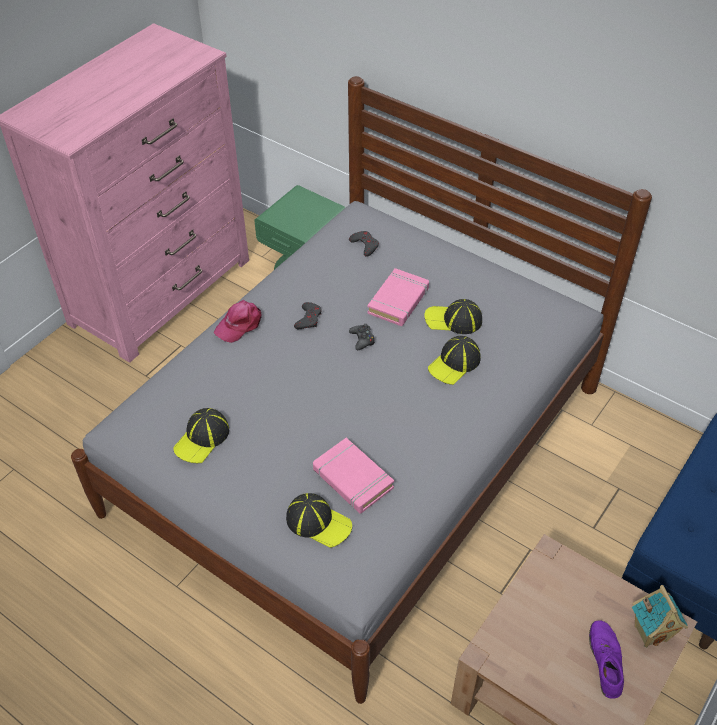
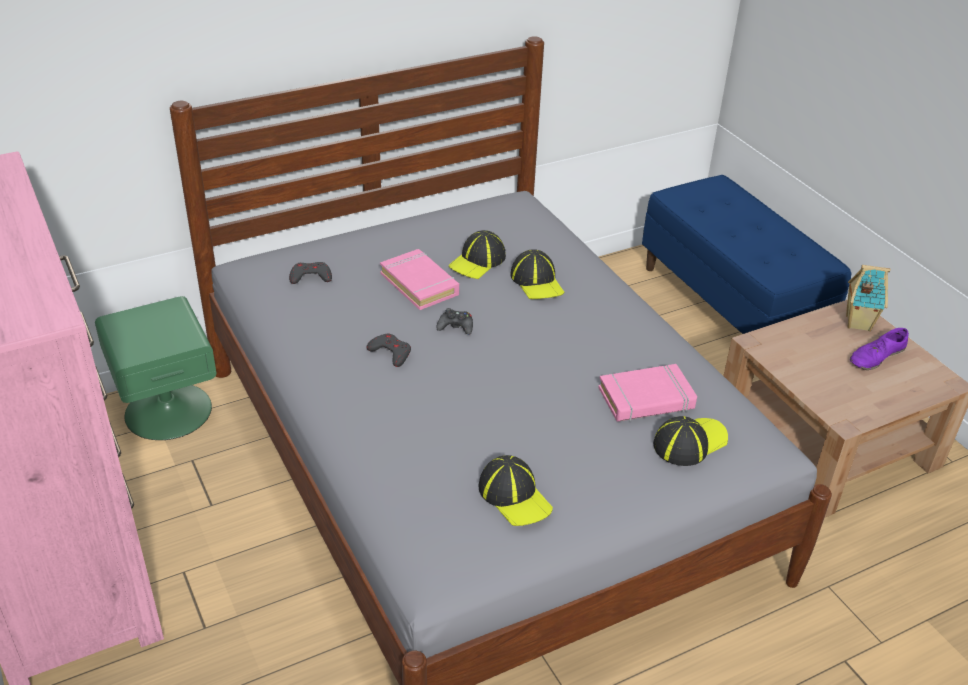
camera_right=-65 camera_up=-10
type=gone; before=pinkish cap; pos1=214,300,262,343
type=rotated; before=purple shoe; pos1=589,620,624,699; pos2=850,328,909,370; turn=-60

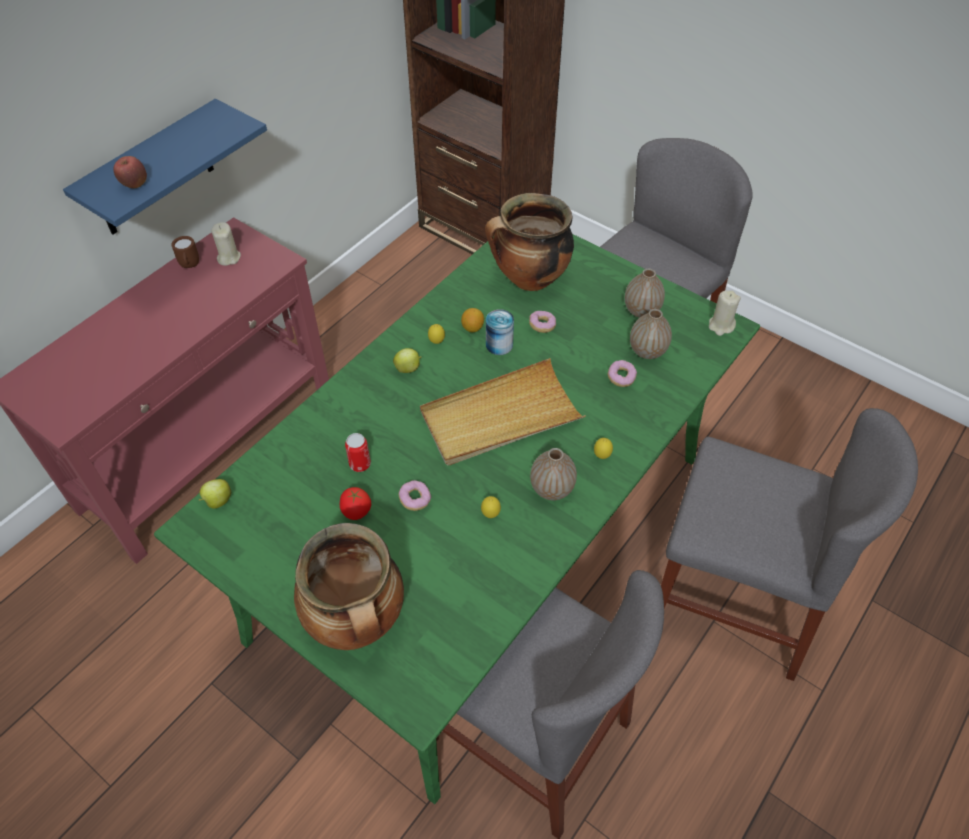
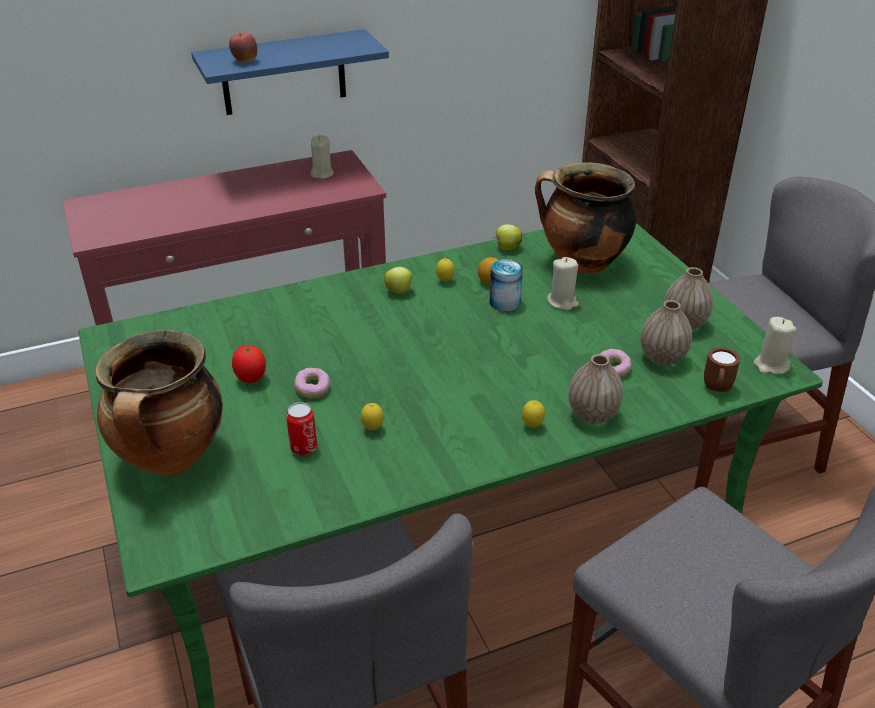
camera_right=30 camera_up=-15
type=shifted; before=brownish coffee mug; pos1=171,236,199,268; pos2=704,347,740,392
type=shifted; before=apple fruit; pos1=199,479,231,508; pos2=493,224,522,250
type=shifted; before=metal can; pos1=345,433,371,472; pos2=286,402,317,455
type=gone; before=beige carrying tray; pos1=420,358,586,465
type=swapped; before=doughnut; after=beige wax light; pos1=529,311,556,333; pos2=547,257,579,310
type=shifted; before=vase; pos1=530,448,577,500; pos2=568,354,623,424

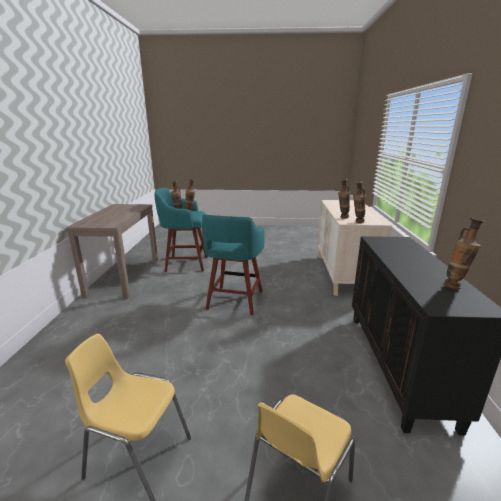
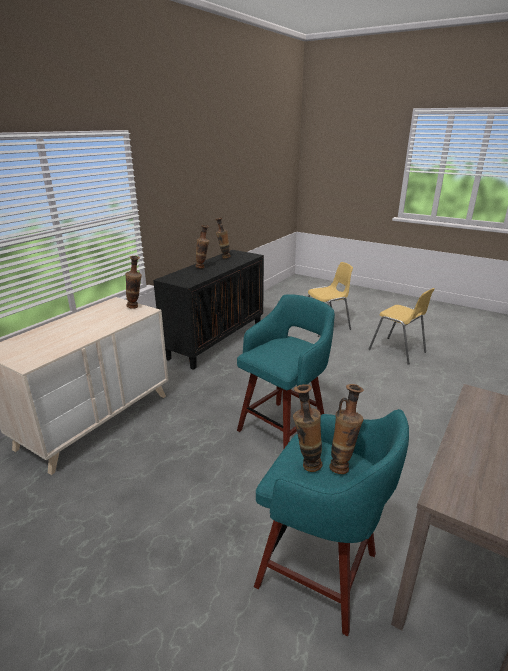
camera_right=-150 camera_up=5
type=shifted; before=vase; pos1=338,179,350,219; pos2=195,225,209,268

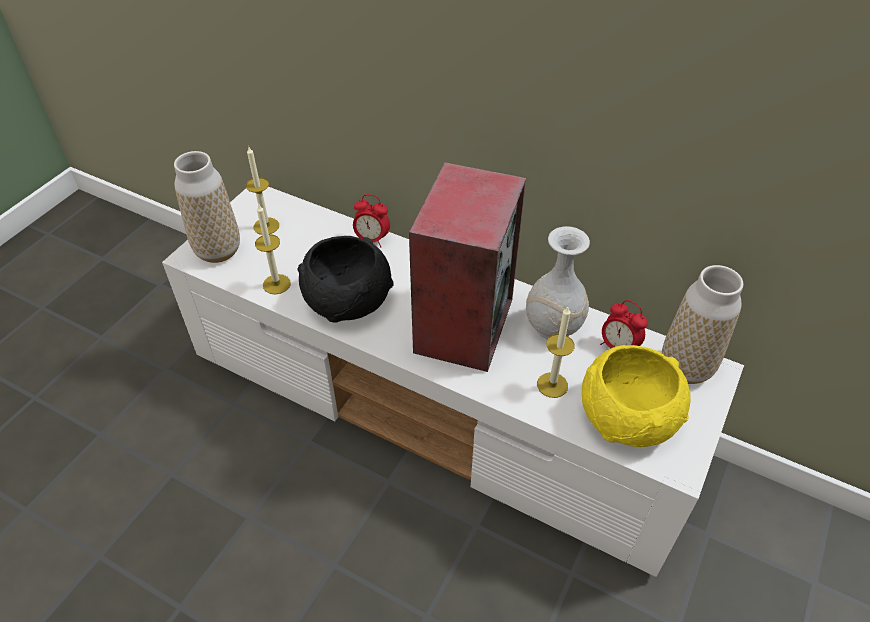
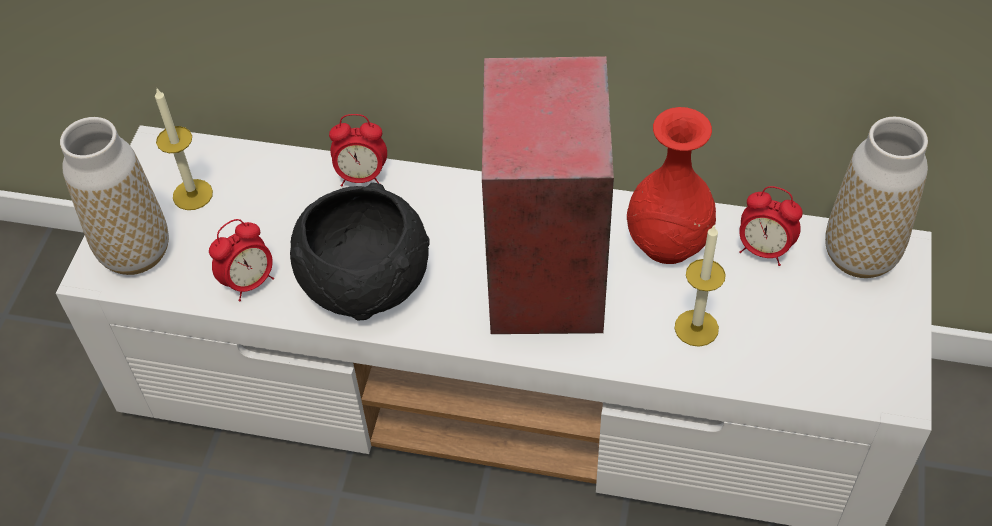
camera_right=-15 camera_up=5
type=swapped; before=wax light; after=alarm clock; pos1=255,205,291,294; pos2=209,219,274,302
type=repainted; before=white vase; after=reddish vase; pos1=526,226,590,339; pos2=627,107,716,264
type=gone; before=yellow-coloured serving bowl; pos1=582,345,691,447

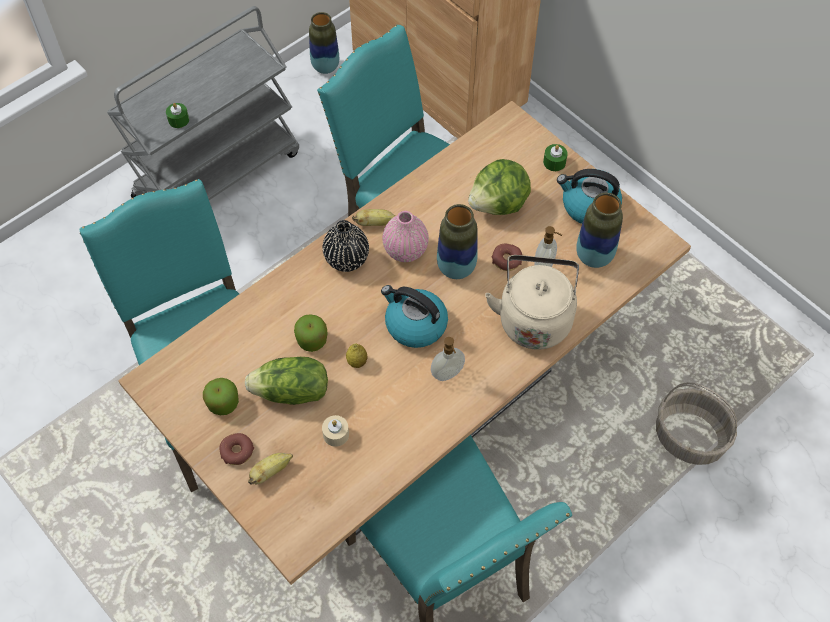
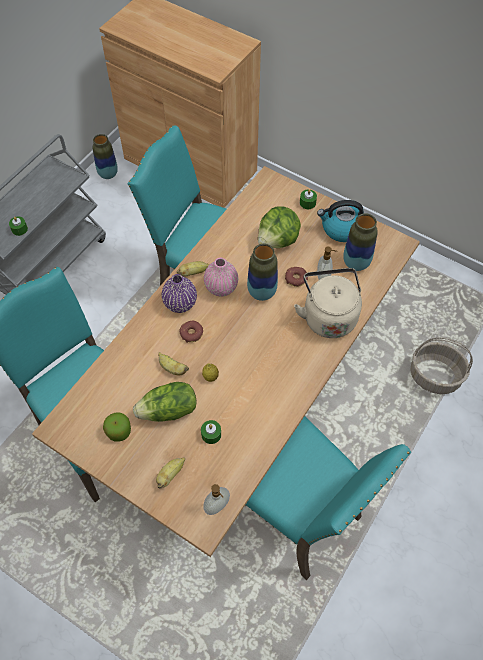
camera_right=-15 camera_up=0
type=shifted; before=doughnut; pos1=220,433,254,465; pos2=180,321,203,343
type=swapped; before=apple fruit; after=banana; pos1=294,314,328,352; pos2=158,352,189,375
type=repainted; before=black vase; after=purple vase; pos1=322,220,369,272; pos2=162,274,197,313
type=repainted; before=beige wax light; after=greenish wax light; pos1=322,415,349,447; pos2=201,420,221,444
type=gone; before=tea kettle; pos1=381,285,448,348
type=shifted; before=soap bottle; pos1=431,337,465,381; pos2=203,484,230,515

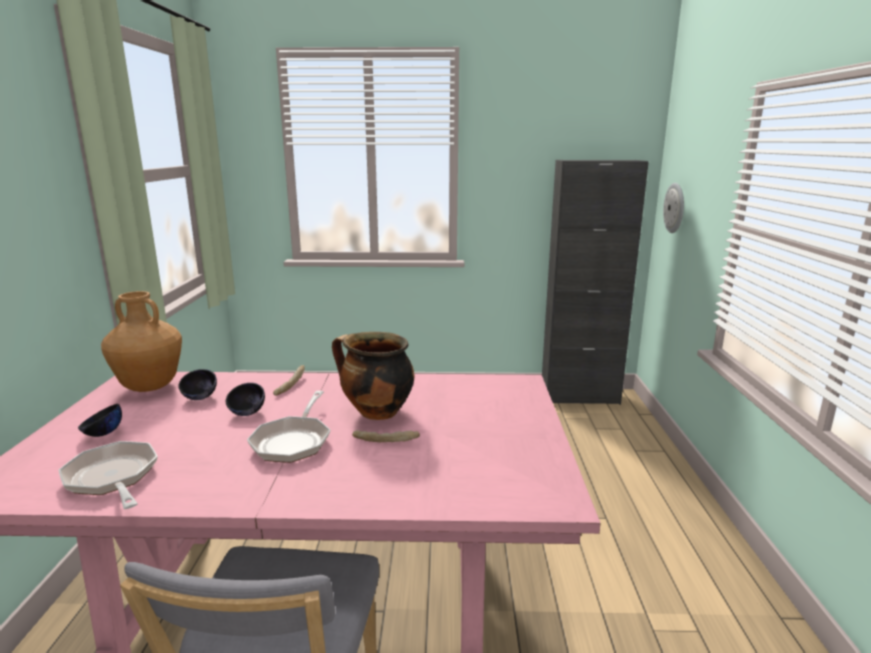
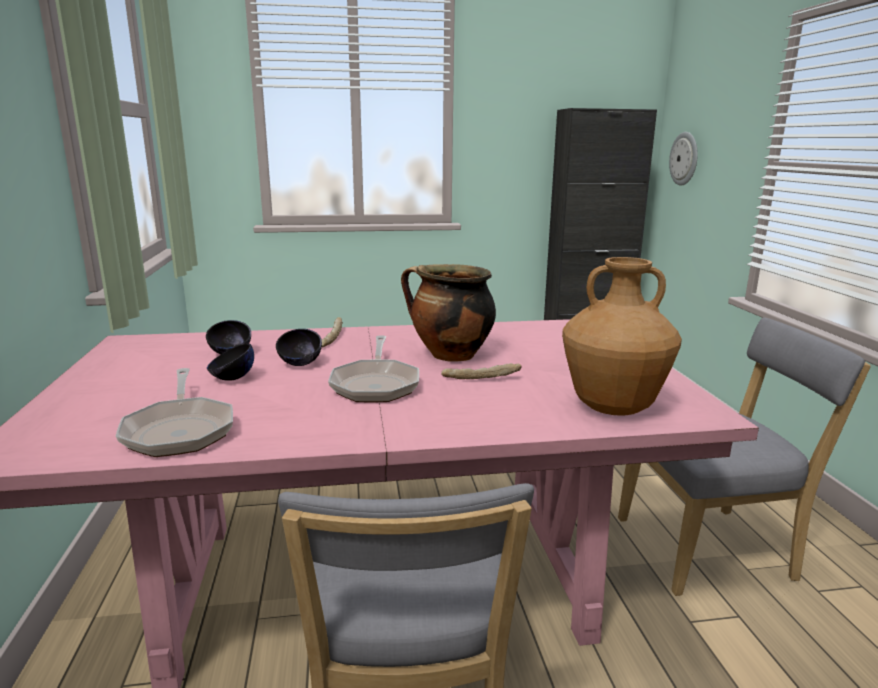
camera_right=-10 camera_up=0
type=rotated; before=skillet; pos1=59,441,157,509; pos2=116,368,233,457; turn=-150
type=shifted; before=black serving bowl; pos1=78,404,122,437; pos2=207,343,254,381
type=shifted; before=brownish vase; pos1=101,291,182,392; pos2=562,257,682,416
type=new; after=gray plain chair; pos2=618,317,871,596

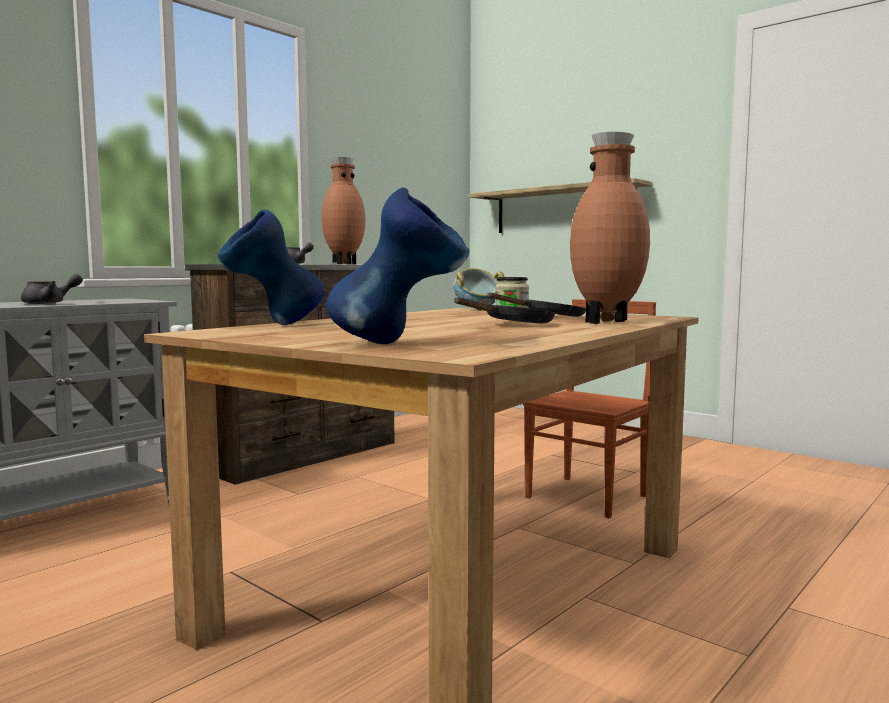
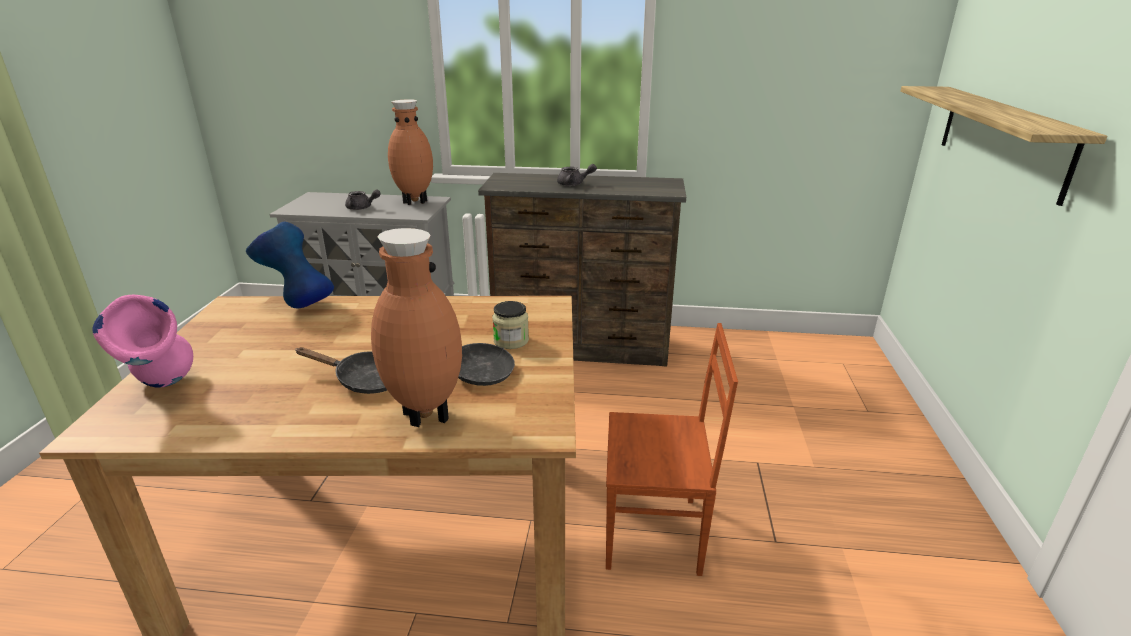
camera_right=55 camera_up=20
type=shifted; before=brownish vase; pos1=322,157,365,264; pos2=388,99,433,205
type=repainted; before=blue vase; after=pinkish vase; pos1=326,187,469,344; pos2=93,295,193,388
type=gone; before=serving bowl; pos1=453,268,504,311

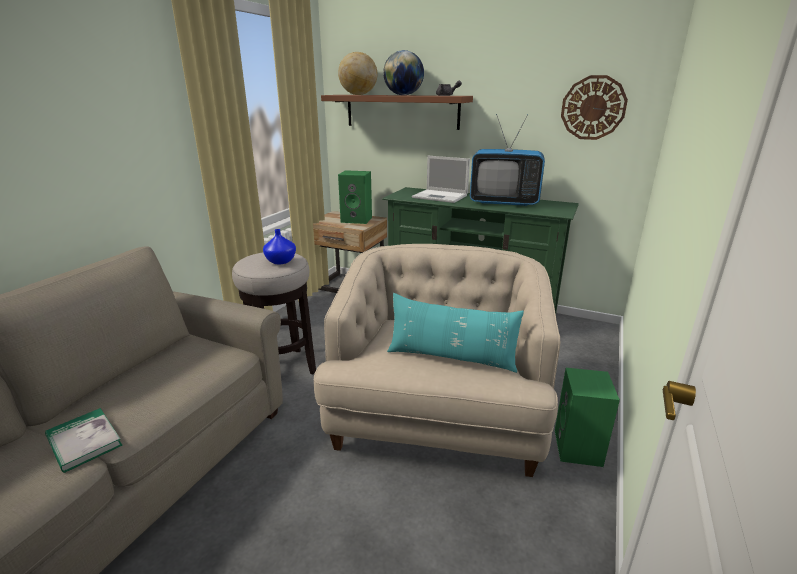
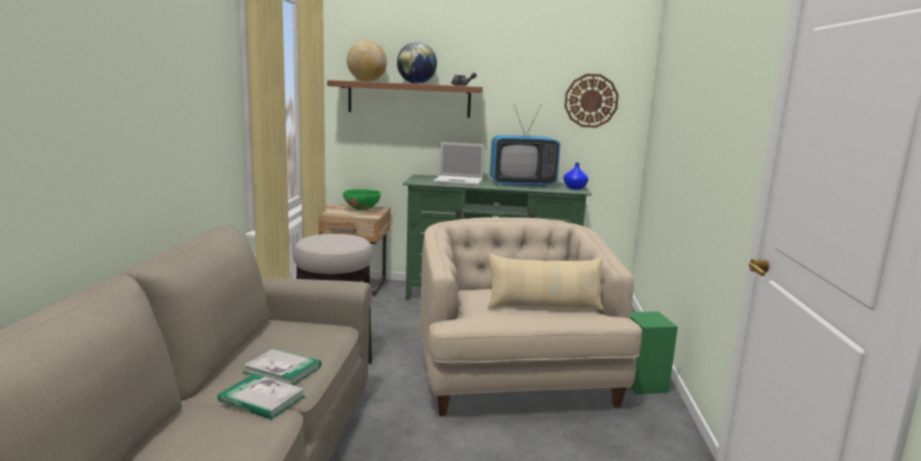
camera_right=-20 camera_up=-10
type=shifted; before=blue vase; pos1=263,229,296,264; pos2=564,163,589,190
type=swapped; before=greenish speaker; after=greenish serving bowl; pos1=338,170,372,224; pos2=343,189,381,211
type=repainted; before=blue-green pillow; after=beige pillow; pos1=387,293,524,373; pos2=488,253,604,311
type=new; after=bound book; pos2=243,348,321,385

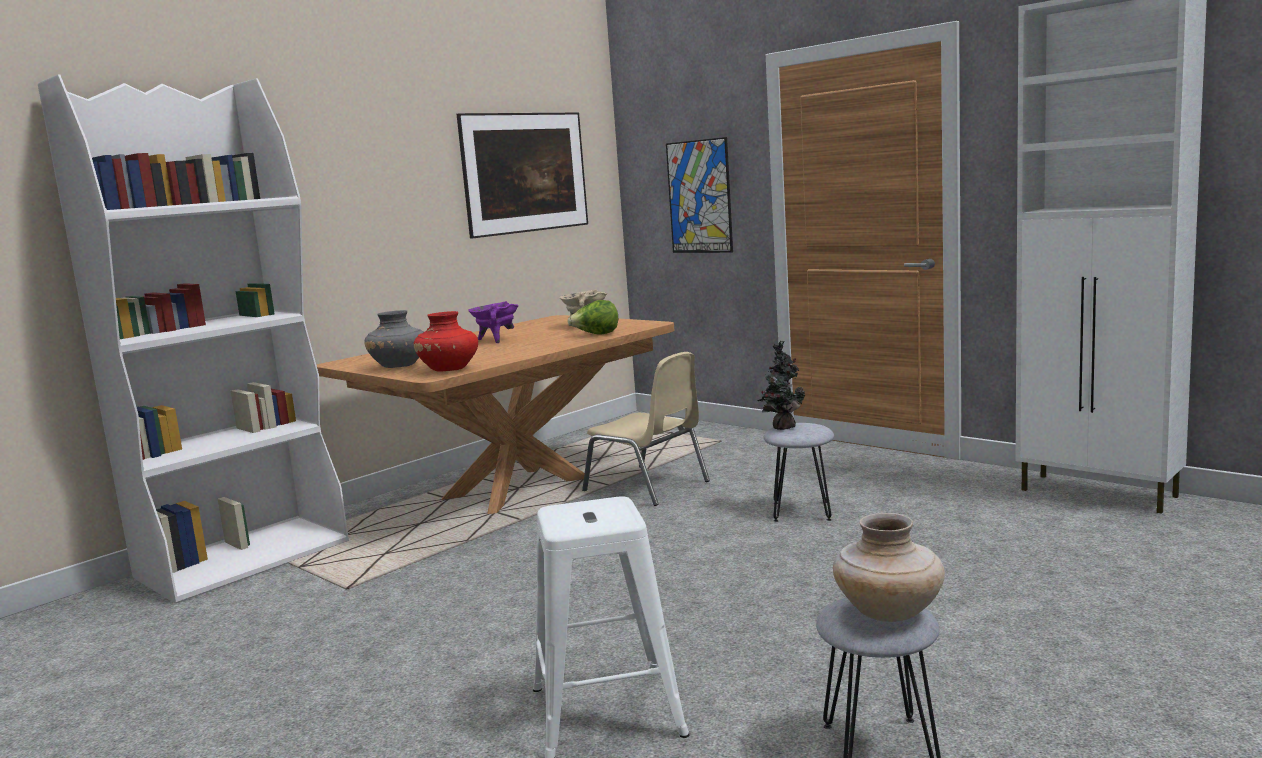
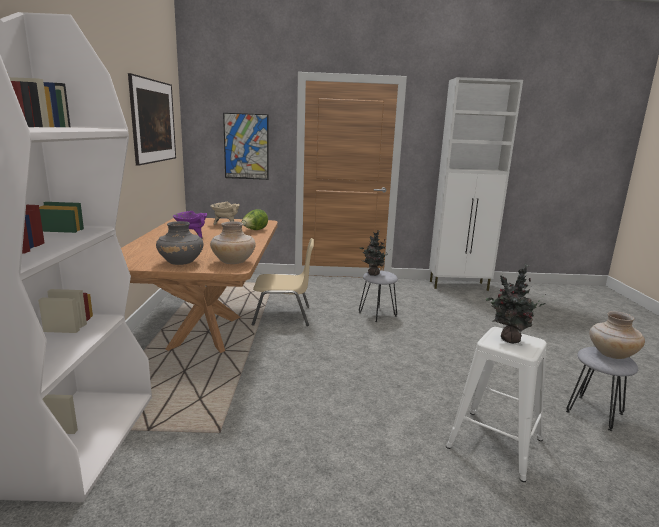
camera_right=-45 camera_up=5
type=repainted; before=reddish vase; after=beige vase; pos1=414,311,478,372; pos2=210,221,256,264
type=new; after=houseplant; pos2=486,264,546,343

